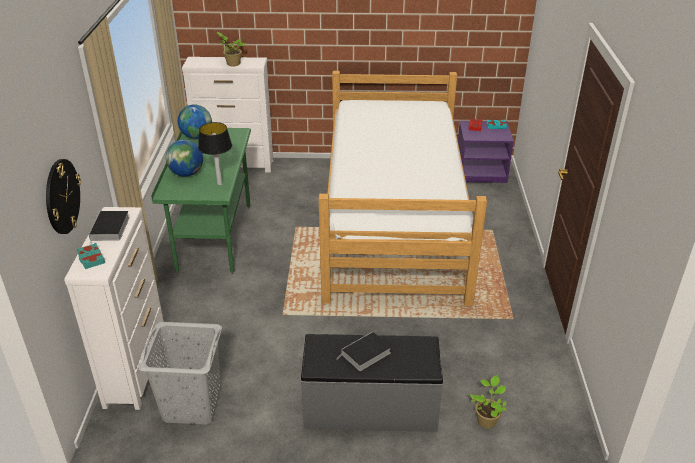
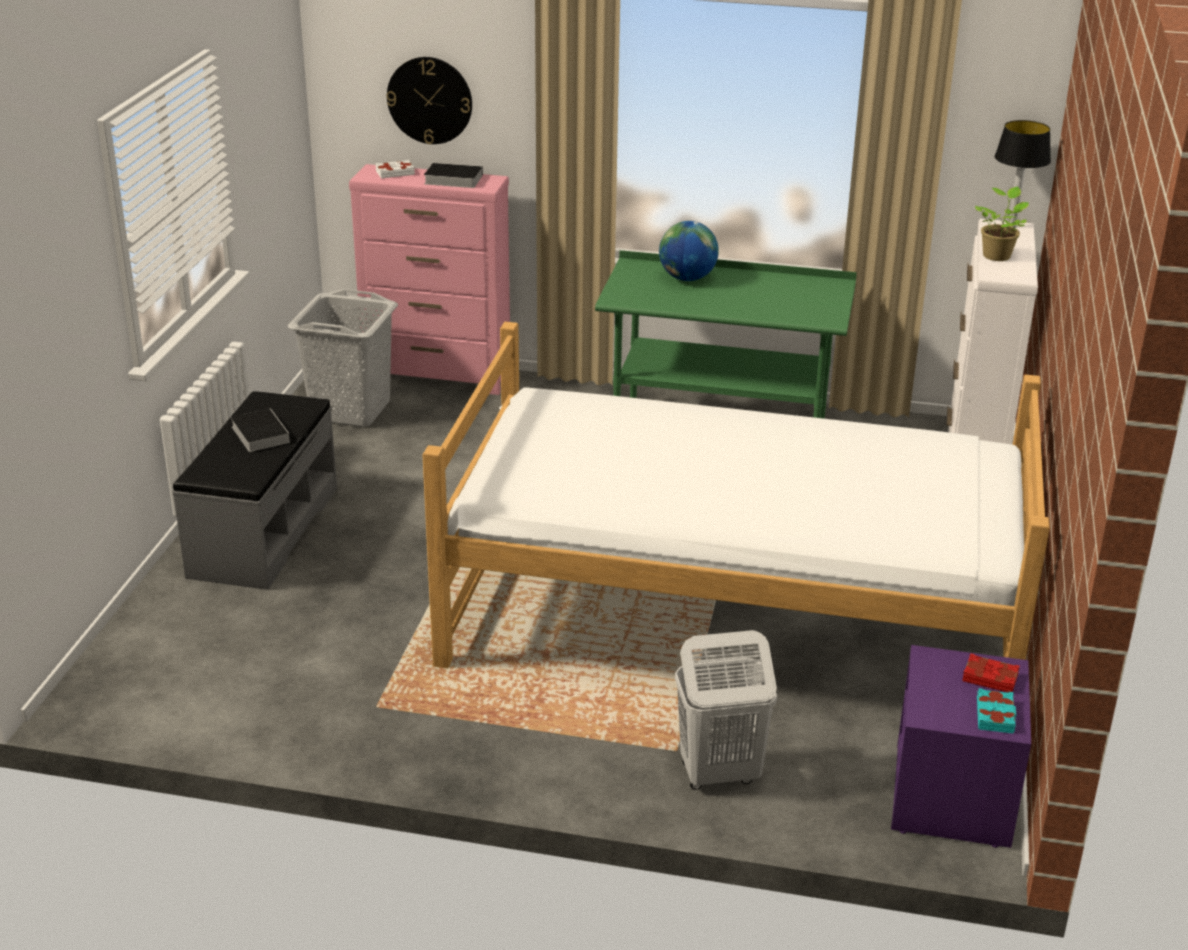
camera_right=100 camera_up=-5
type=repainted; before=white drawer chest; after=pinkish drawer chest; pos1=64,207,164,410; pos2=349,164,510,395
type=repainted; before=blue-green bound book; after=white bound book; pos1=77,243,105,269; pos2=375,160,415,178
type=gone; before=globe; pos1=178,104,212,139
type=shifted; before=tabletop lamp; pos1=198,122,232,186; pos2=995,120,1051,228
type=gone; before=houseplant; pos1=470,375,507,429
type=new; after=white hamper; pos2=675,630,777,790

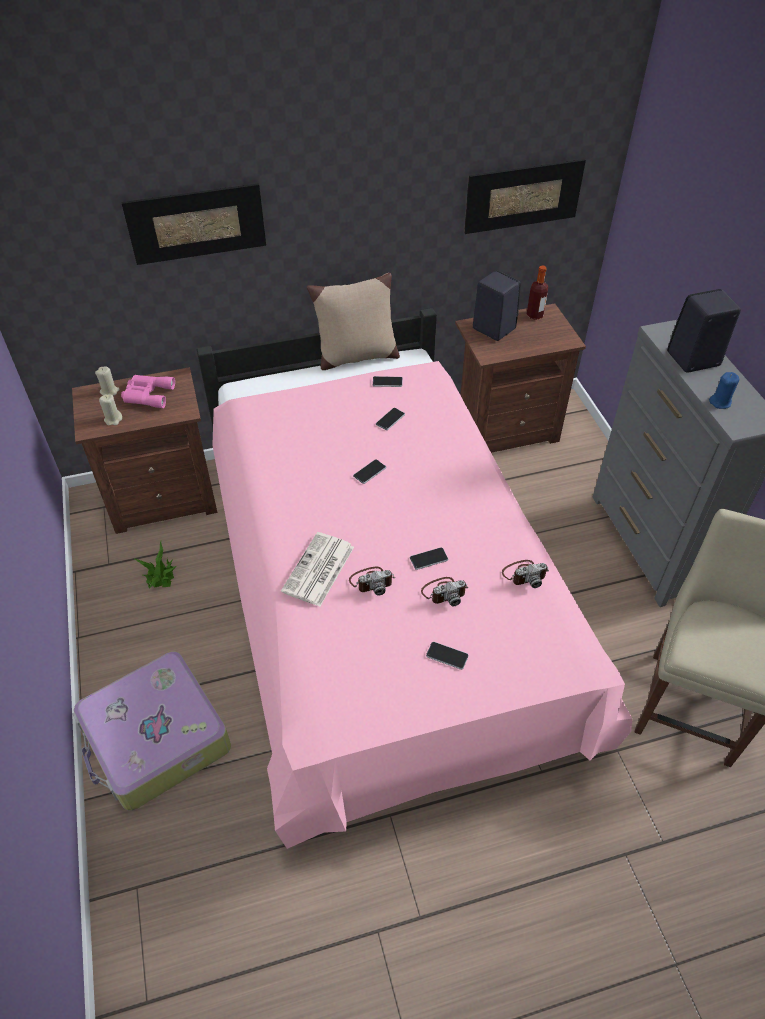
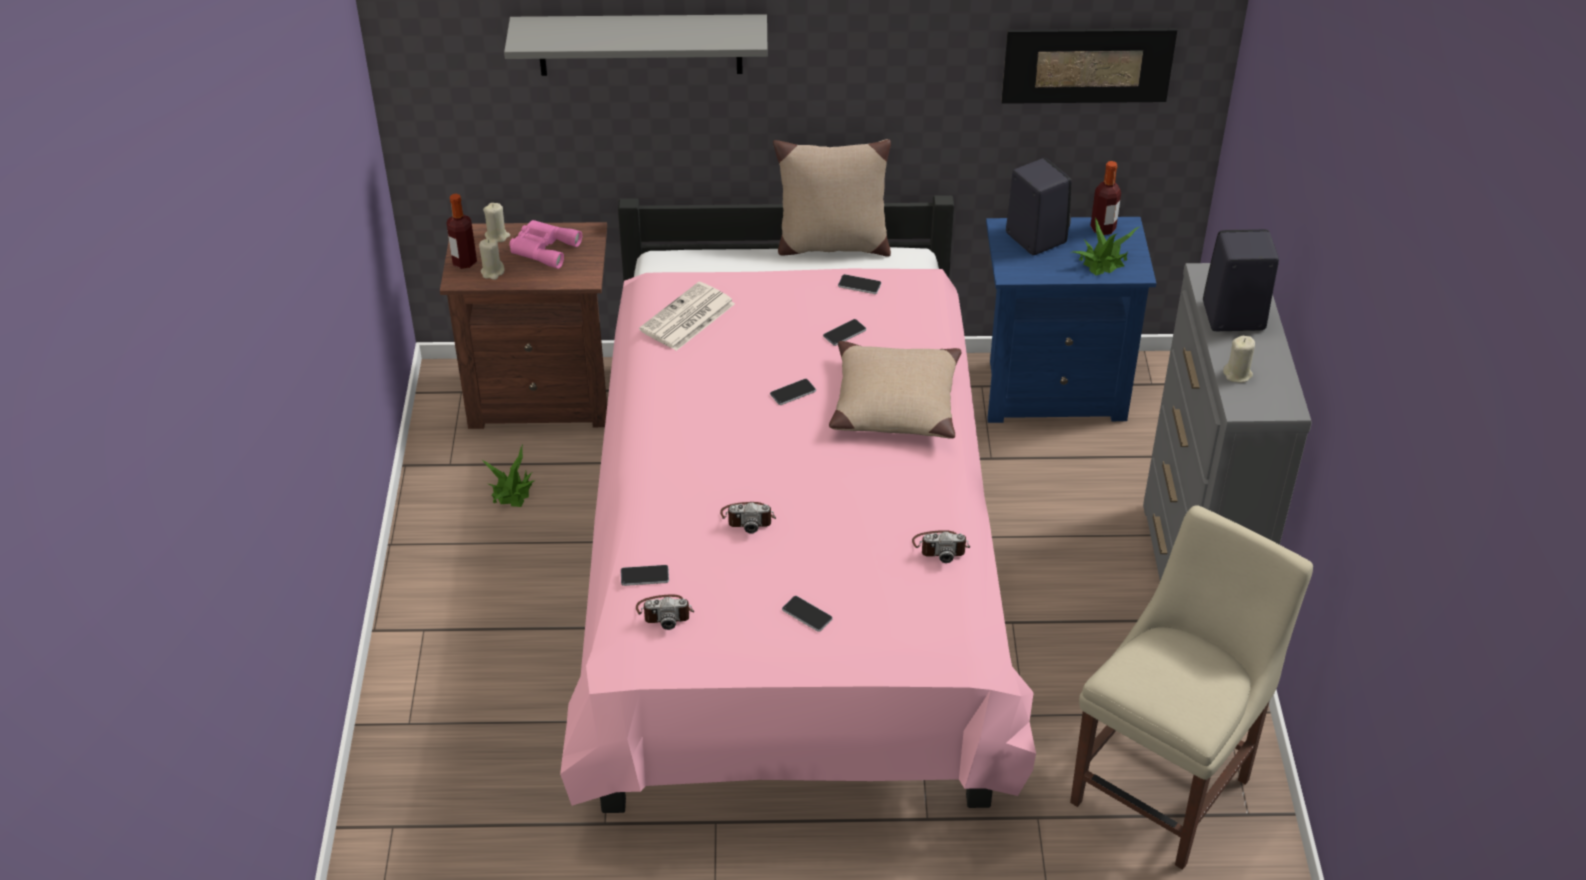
camera_right=15 camera_up=-5
type=gone; before=travel case; pos1=73,651,231,811
type=swapped; before=wall picture; after=gray wall shelf; pos1=121,183,266,265; pos2=504,14,768,76
type=shifted; before=newspaper; pos1=281,532,354,607; pos2=639,282,735,351
type=shifted; before=handset; pos1=410,547,448,570; pos2=621,565,669,586
type=shifted; before=still camera; pos1=421,577,468,606; pos2=636,594,694,630
type=repainted; before=brownish nightstand; after=blue nightstand; pos1=455,303,586,453; pos2=986,217,1156,423
type=repainted; before=blue wax light; after=beige wax light; pos1=709,372,739,409; pos2=1223,336,1255,383
type=new; after=drink bottle; pos2=447,194,477,269
type=new; after=beige pillow; pos2=829,341,962,439
type=new; after=houseplant; pos2=1070,217,1141,275

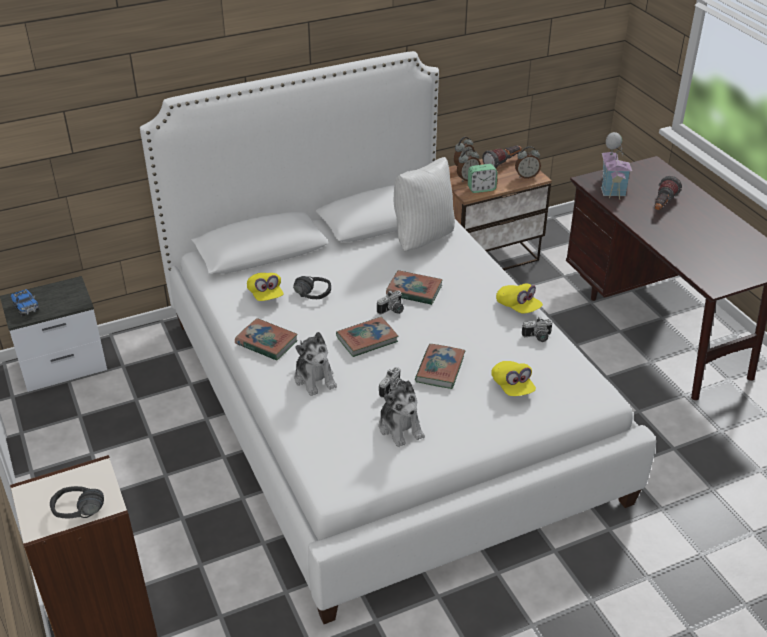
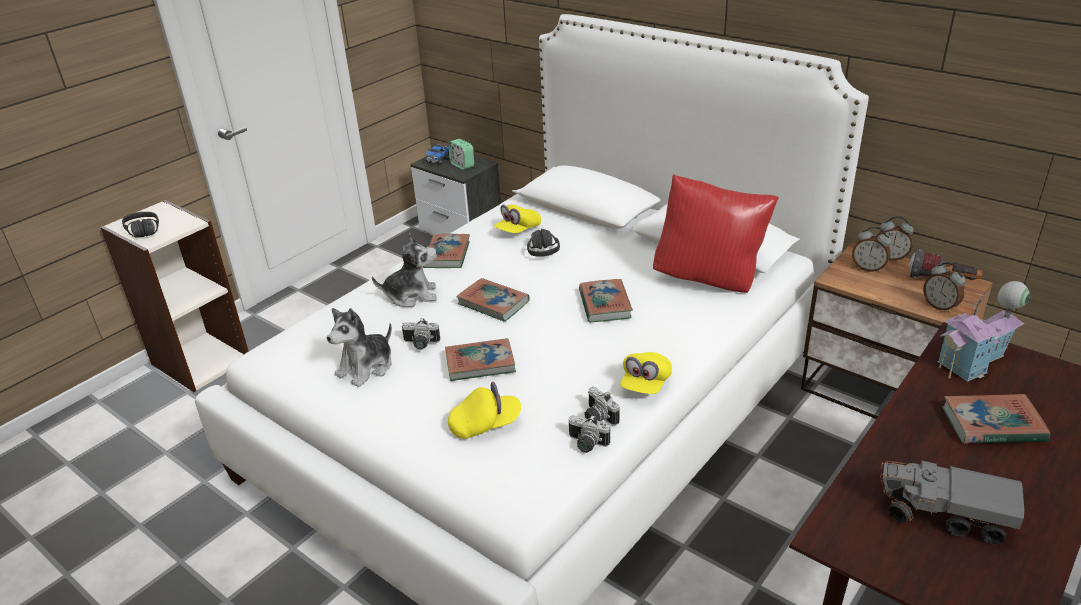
camera_right=65 camera_up=-5
type=rotated; before=plush toy; pos1=294,332,337,396; pos2=372,233,437,307; turn=-135
type=shifted; before=still camera; pos1=377,290,404,315; pos2=569,415,610,453
type=repainted; before=white pillow; after=reddish pillow; pos1=393,157,455,251; pos2=653,174,779,293
type=shifted; before=alarm clock; pos1=468,164,497,193; pos2=448,139,474,170
type=rotated; before=yellow-coloured cap; pos1=491,361,536,396; pos2=448,382,521,439; turn=-150
type=swapped; before=flashlight; after=bound book; pos1=654,176,682,210; pos2=942,394,1050,444
type=new; after=toy lorry; pos2=880,458,1024,545

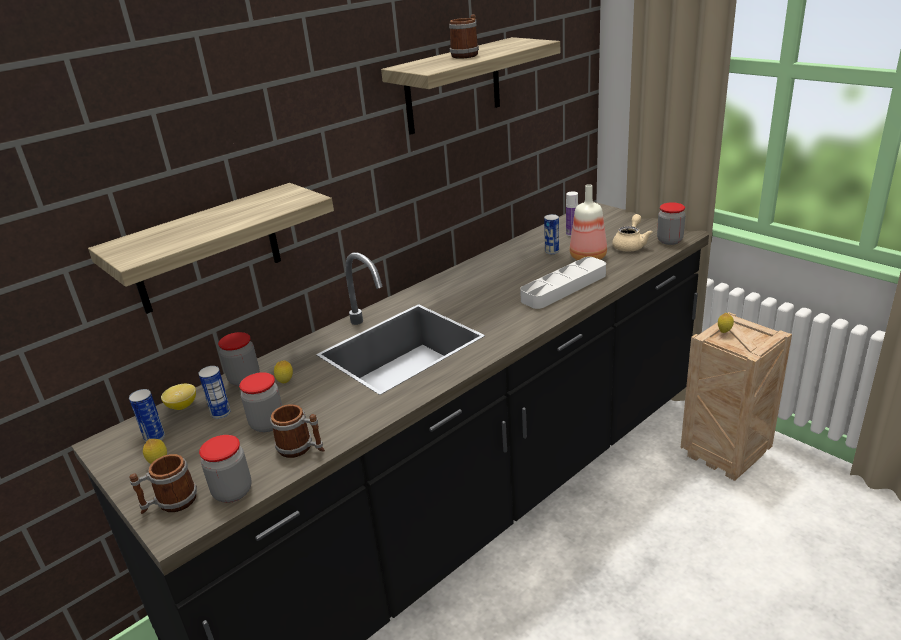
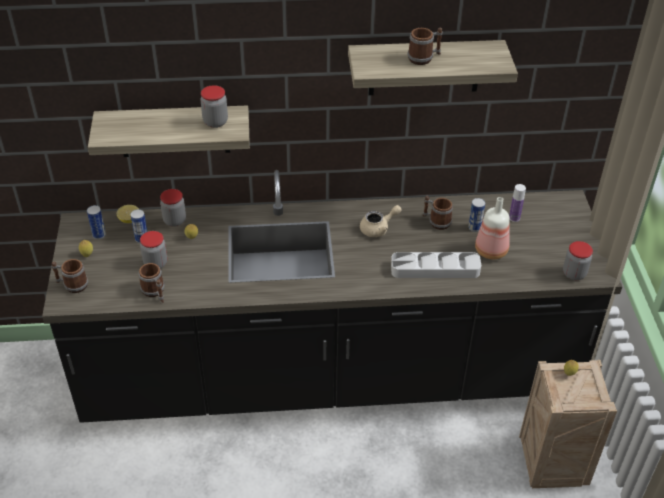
camera_right=35 camera_up=15
type=shifted; before=storage jar; pos1=199,435,252,503; pos2=200,85,228,128
type=shifted; before=beige pot for tea; pos1=612,214,653,252; pos2=360,205,401,237
type=new; after=coffee mug; pos2=422,196,453,230

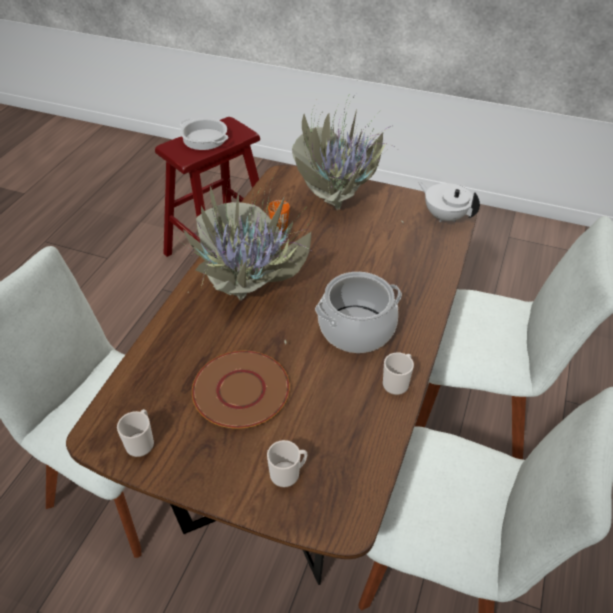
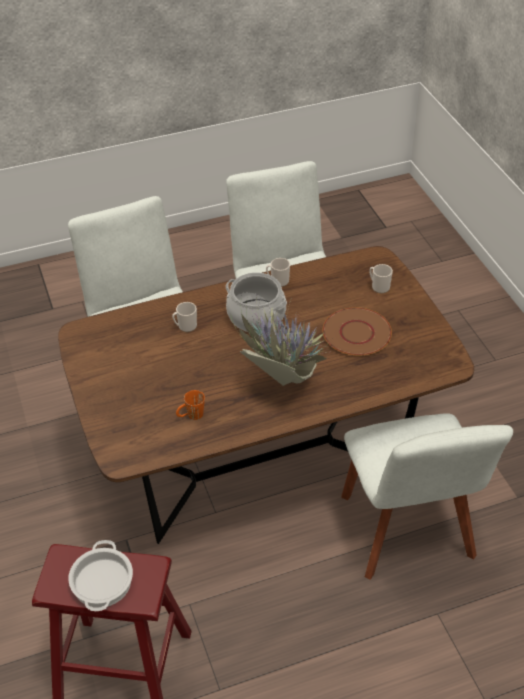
camera_right=-130 camera_up=0
type=shifted; before=coffee mug; pos1=117,409,154,457; pos2=172,302,197,332
type=gone; before=houseplant; pos1=292,87,404,223
type=gone; before=white pot for tea; pos1=419,182,480,222

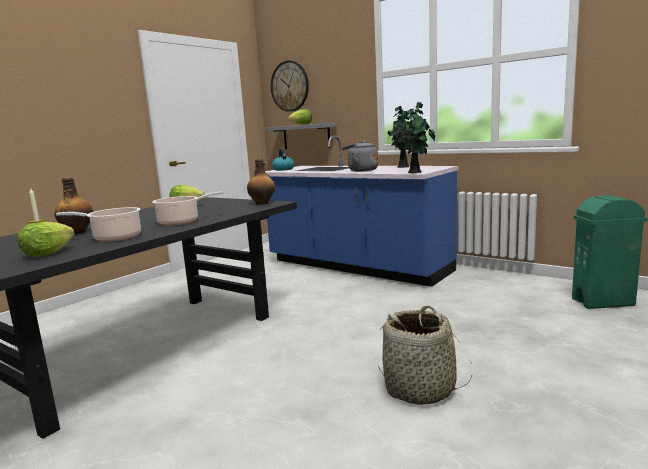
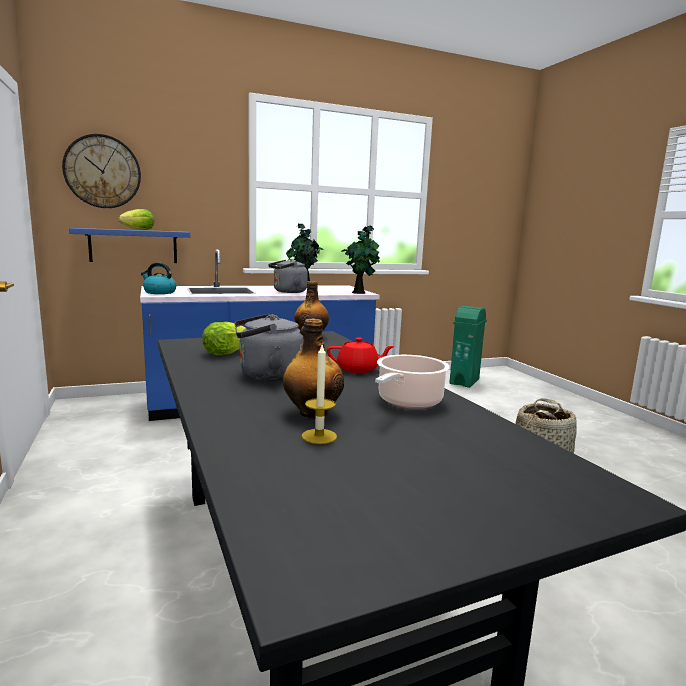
camera_right=-60 camera_up=0
type=gone; before=lettuce head; pos1=17,222,75,257
type=swapped; before=cooking pot; after=reddish pot for tea; pos1=152,191,224,225; pos2=327,337,395,373
type=repainted; before=gray wall shelf; after=blue wall shelf; pos1=264,123,337,149; pos2=69,228,190,263
type=new; after=gray tea kettle; pos2=234,314,304,381

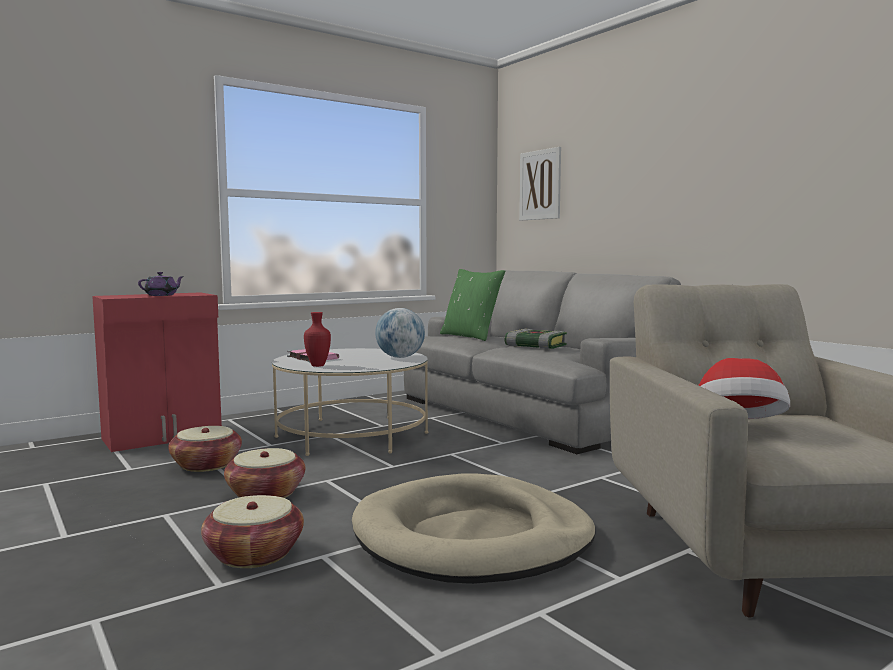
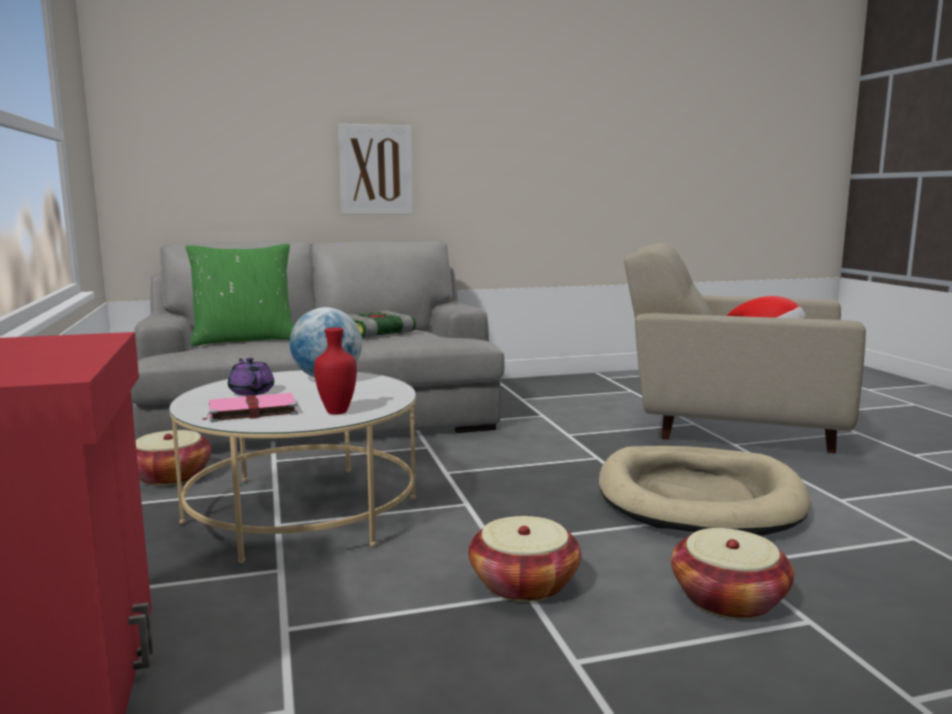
camera_right=-70 camera_up=5
type=shifted; before=purple pot for tea; pos1=138,272,184,296; pos2=228,358,274,396
type=shifted; before=storage basket; pos1=168,426,242,472; pos2=136,430,212,486
type=shifted; before=wall picture; pos1=519,147,561,221; pos2=338,124,413,215

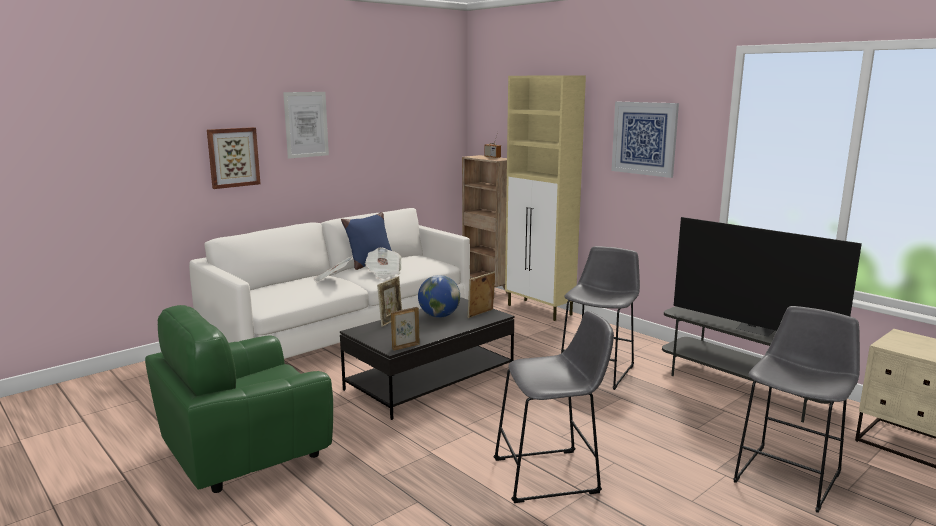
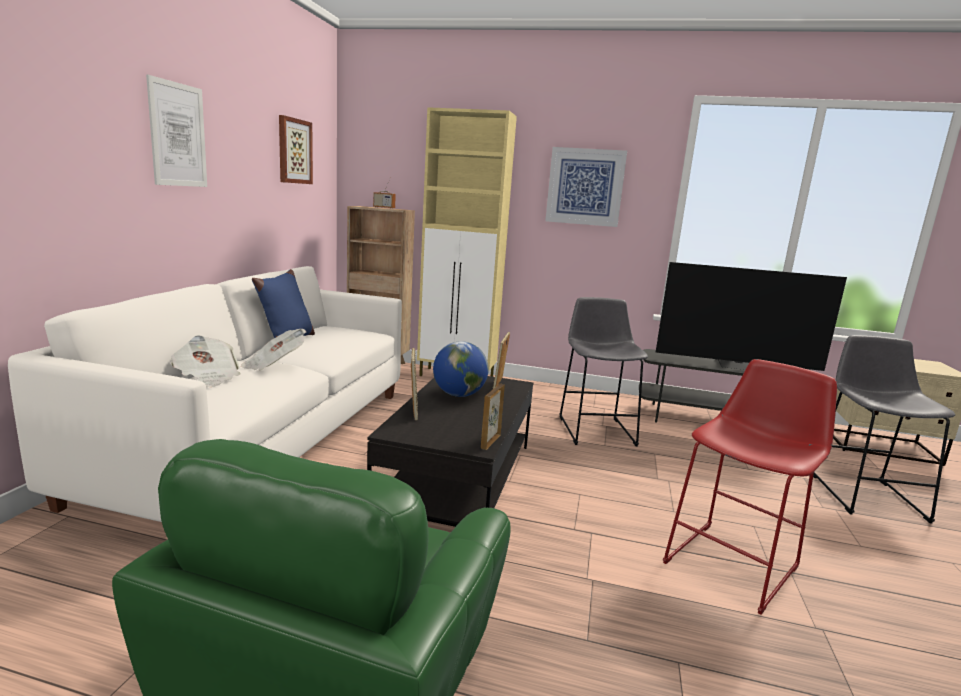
camera_right=-35 camera_up=0
type=shifted; before=wall picture; pos1=207,127,260,189; pos2=279,115,313,184
type=shifted; before=newspaper; pos1=365,248,402,279; pos2=171,335,240,387
type=repainted; before=gray sitting stool; after=reddish sitting stool; pos1=493,311,614,503; pos2=663,359,837,615

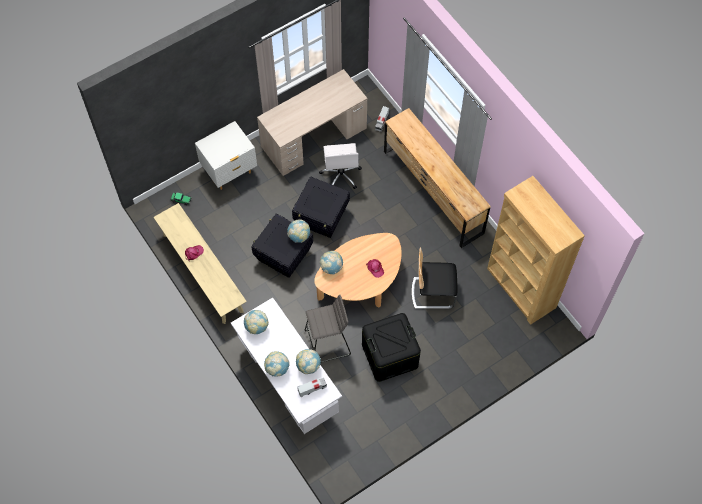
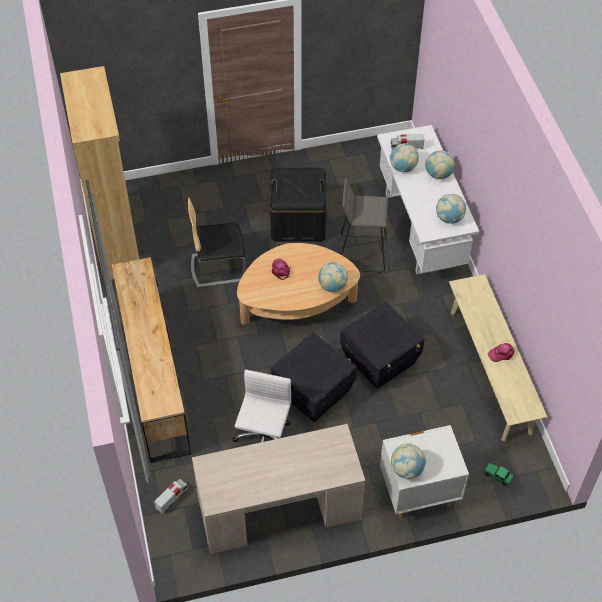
camera_right=-160 camera_up=-10
type=shifted; before=globe; pos1=287,219,310,243; pos2=391,443,426,479
type=rotated; before=plain chair; pos1=412,248,458,309; pos2=188,198,245,288; turn=150

